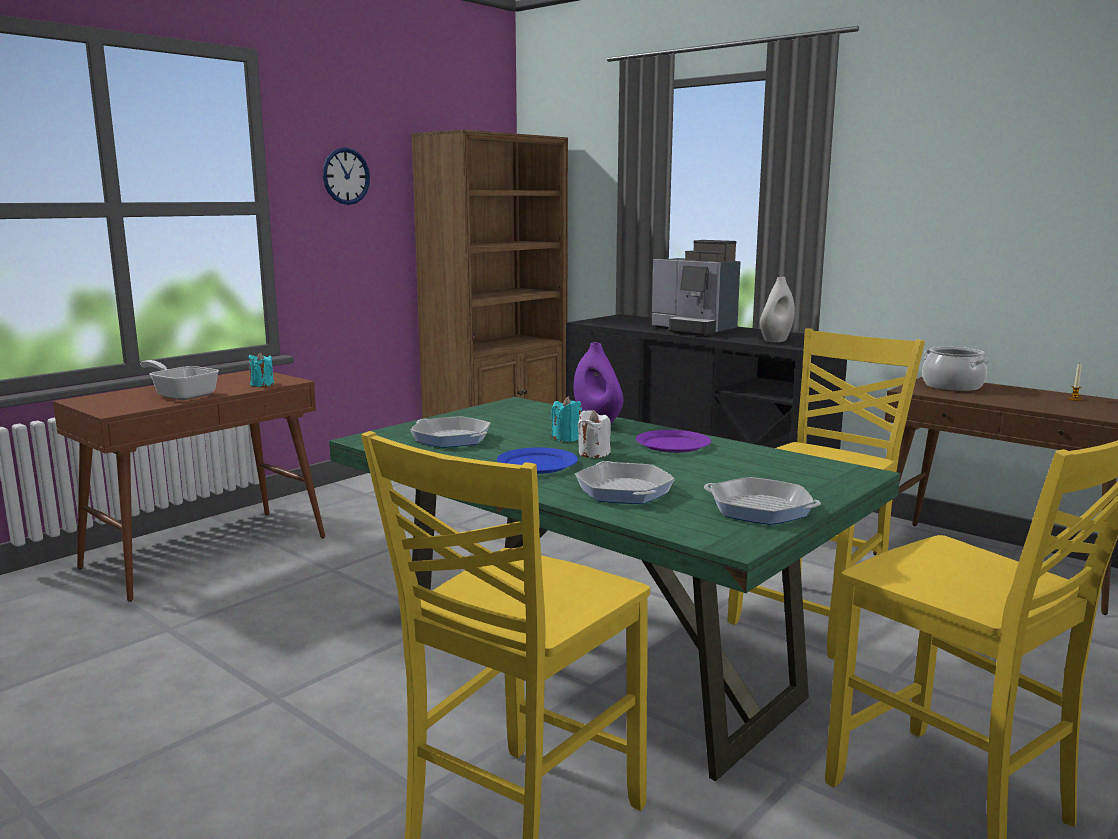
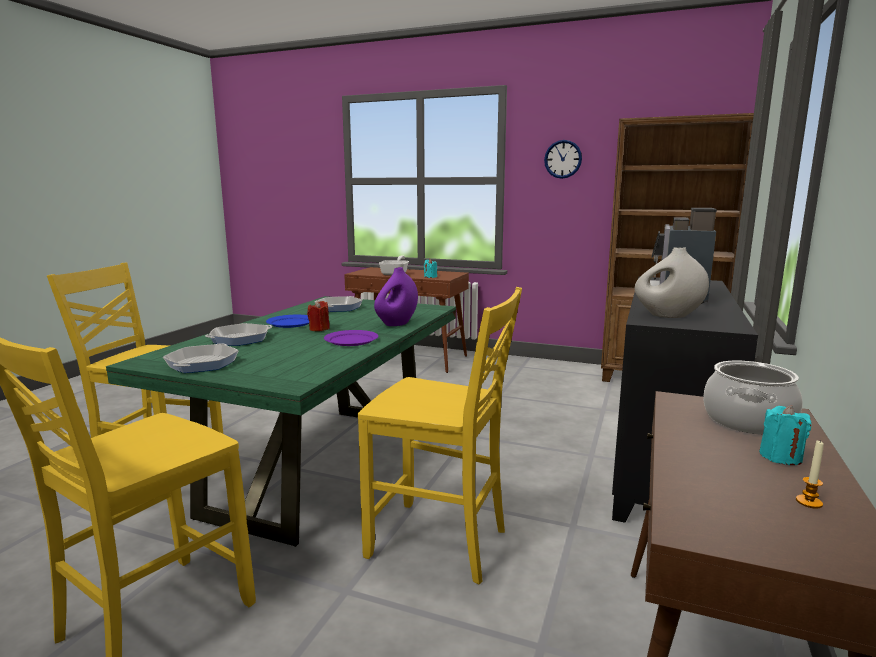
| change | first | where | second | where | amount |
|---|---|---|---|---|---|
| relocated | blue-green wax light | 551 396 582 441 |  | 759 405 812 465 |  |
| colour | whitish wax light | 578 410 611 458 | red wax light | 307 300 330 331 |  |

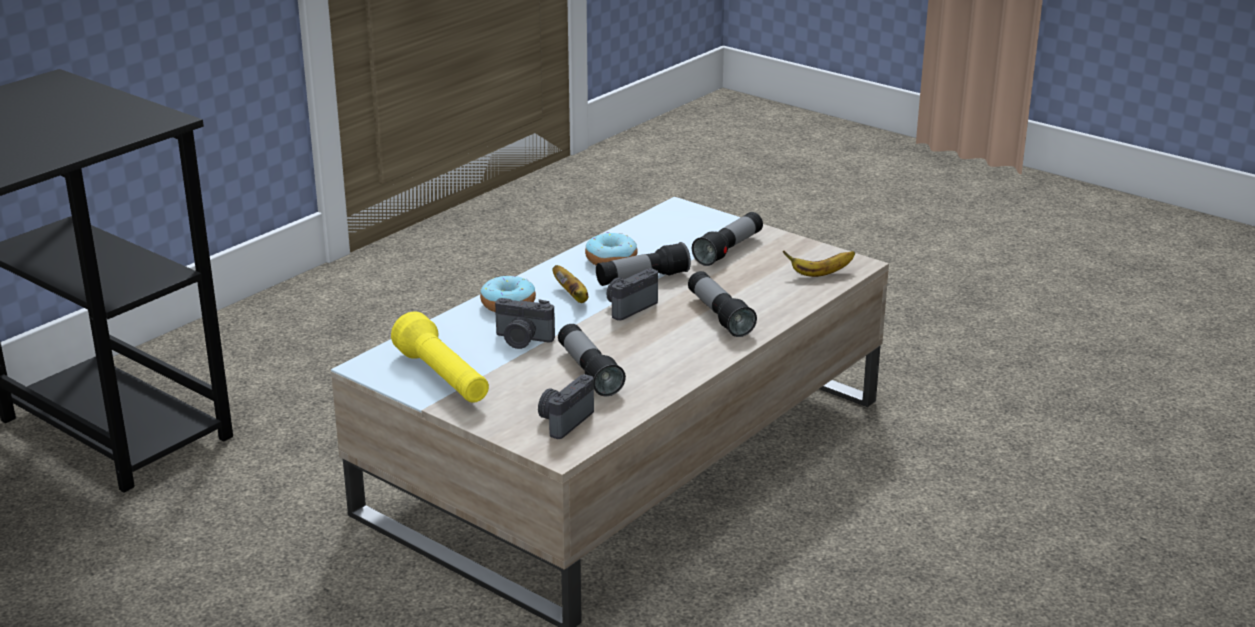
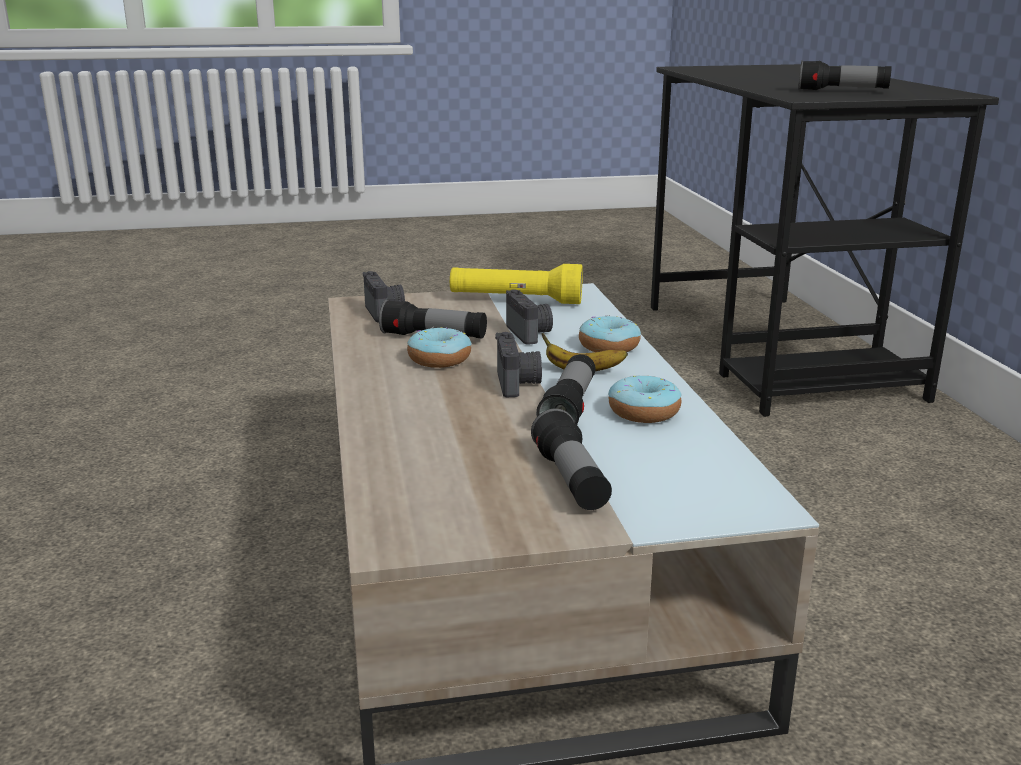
| change | first | where | second | where | amount |
|---|---|---|---|---|---|
| missing | banana fruit | 783 251 855 277 |  |  |  |
| relocated | torch | 688 271 757 337 |  | 798 60 892 90 |  |
| spun | still camera | 495 298 555 349 |  | 506 289 553 345 | 105 degrees clockwise |
| appeared |  |  | ring doughnut | 407 327 472 368 |  |

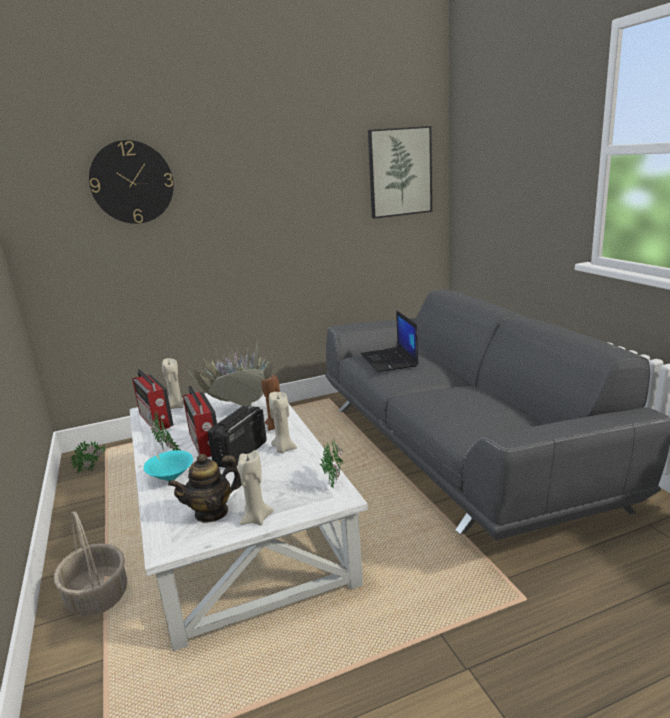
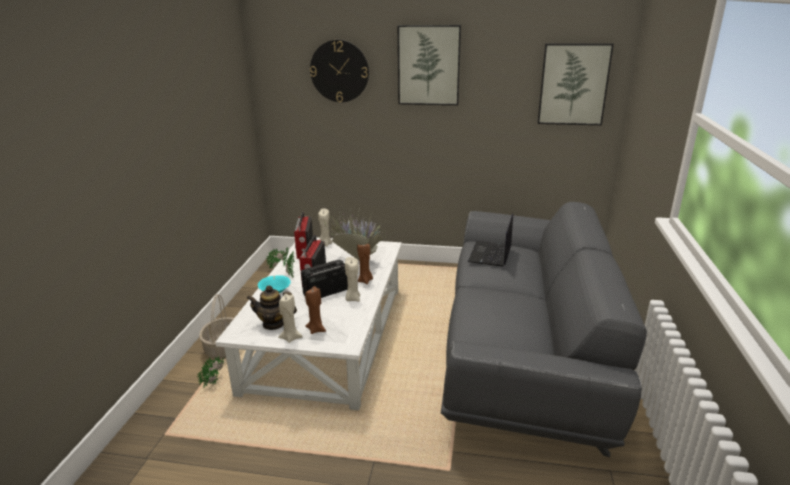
| change | first | where | second | where | amount |
|---|---|---|---|---|---|
| relocated | houseplant | 319 438 343 488 |  | 197 356 224 388 |  |
| appeared |  |  | wall picture | 398 25 461 105 |  |
| appeared |  |  | brownish wax light | 305 286 326 334 |  |

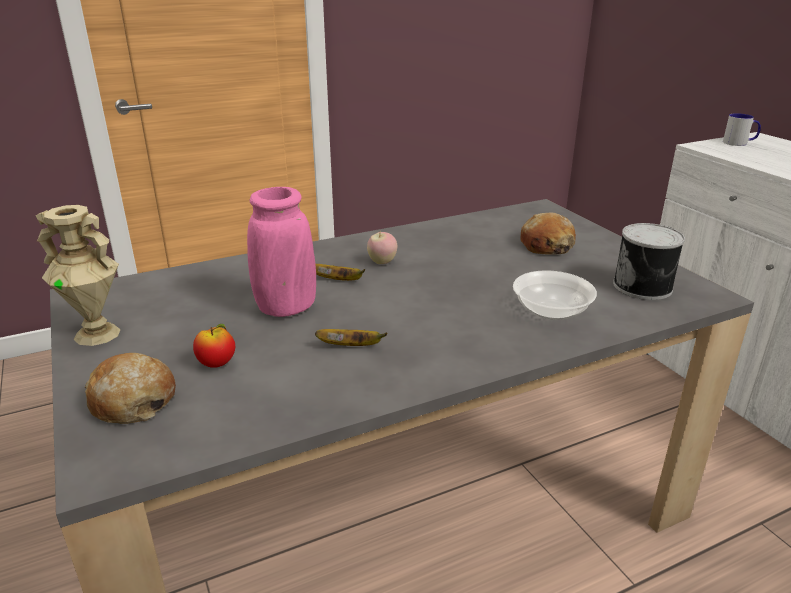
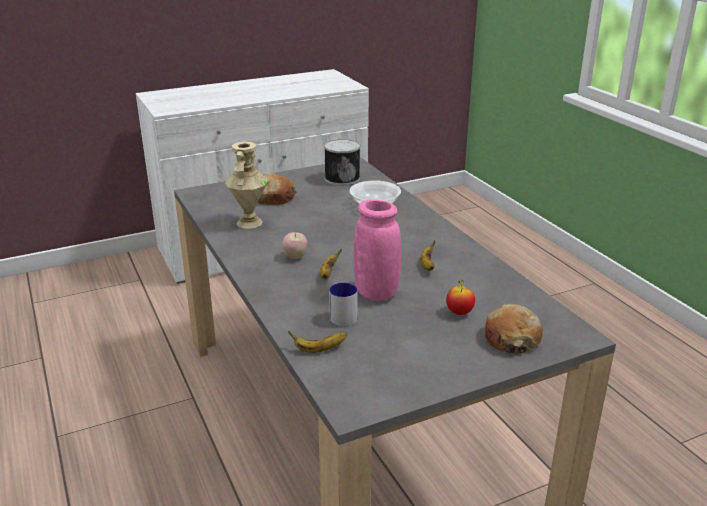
| change | first | where | second | where | amount |
|---|---|---|---|---|---|
| relocated | tea mug | 723 113 761 146 |  | 329 283 358 326 |  |
| relocated | beige vase | 36 205 121 346 |  | 225 141 268 229 |  |
| appeared |  |  | banana fruit | 288 331 347 353 |  |

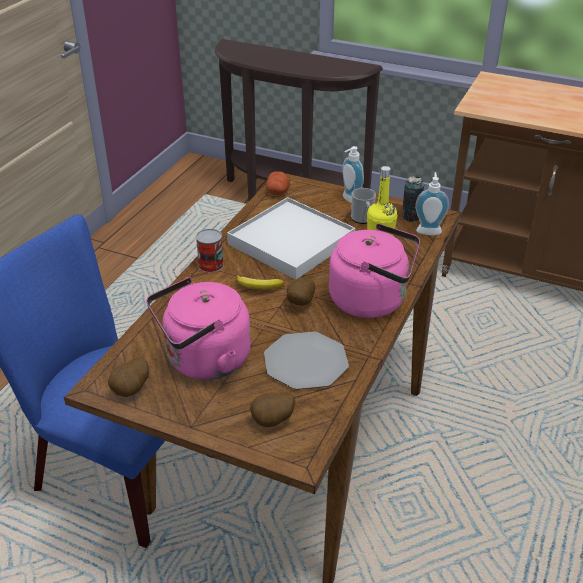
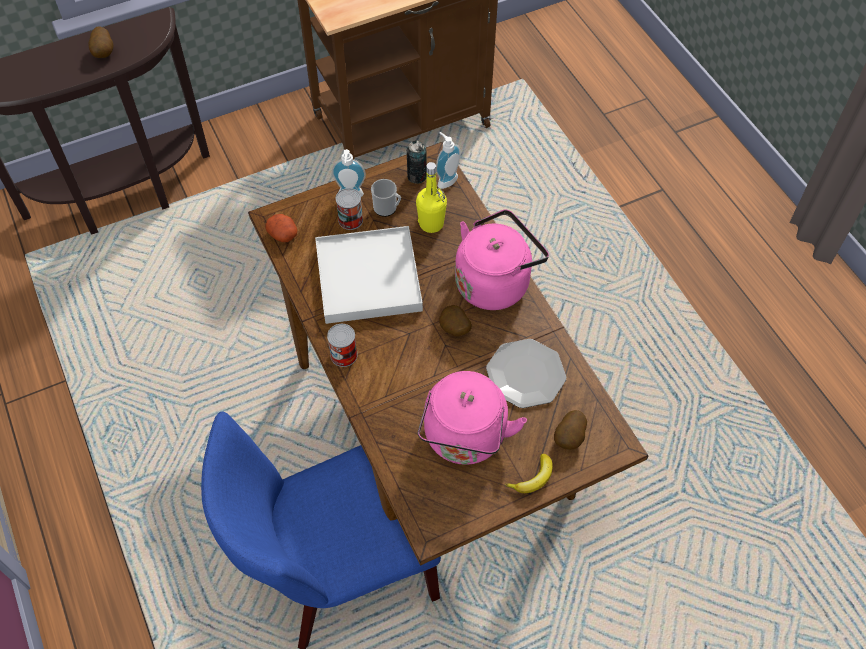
| change | first | where | second | where | amount |
|---|---|---|---|---|---|
| relocated | banana fruit | 236 275 284 289 |  | 505 454 553 493 |  |
| relocated | potato | 108 358 149 397 |  | 88 26 113 58 |  |
| appeared |  |  | can | 336 188 363 230 |  |

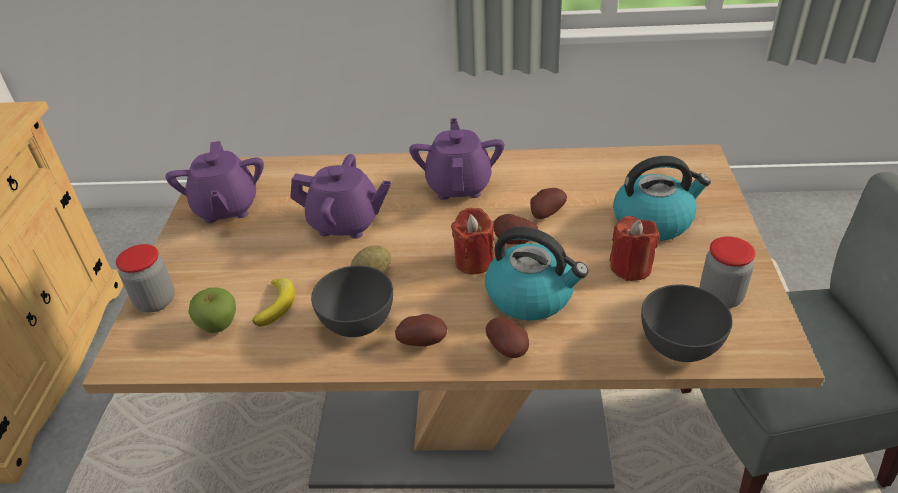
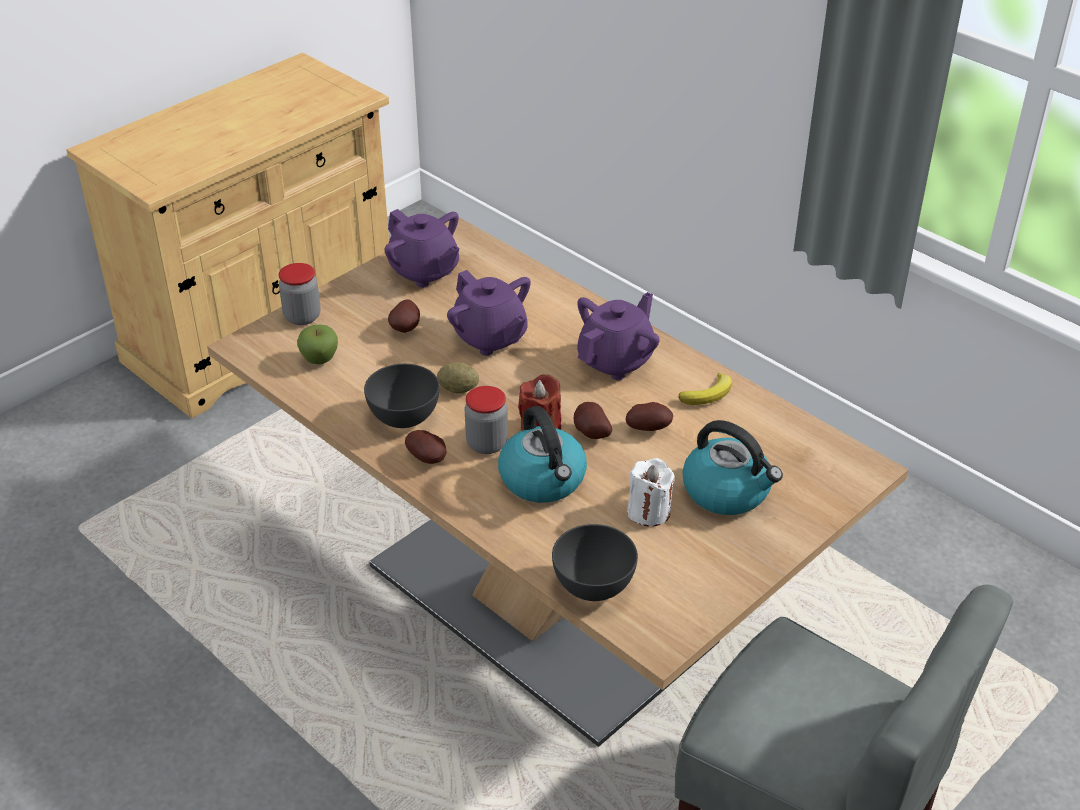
| change | first | where | second | where | amount |
|---|---|---|---|---|---|
| spun | purplish tea pot | 165 141 264 223 |  | 384 209 459 288 | 75 degrees counterclockwise |
| colour | red wax light | 610 216 660 281 | whitish wax light | 627 458 675 527 |  |
| relocated | storage jar | 700 236 756 308 |  | 465 386 508 454 |  |
| relocated | banana fruit | 252 278 295 327 |  | 679 373 732 405 |  |
| relocated | potato | 486 317 529 358 |  | 388 299 420 333 |  |

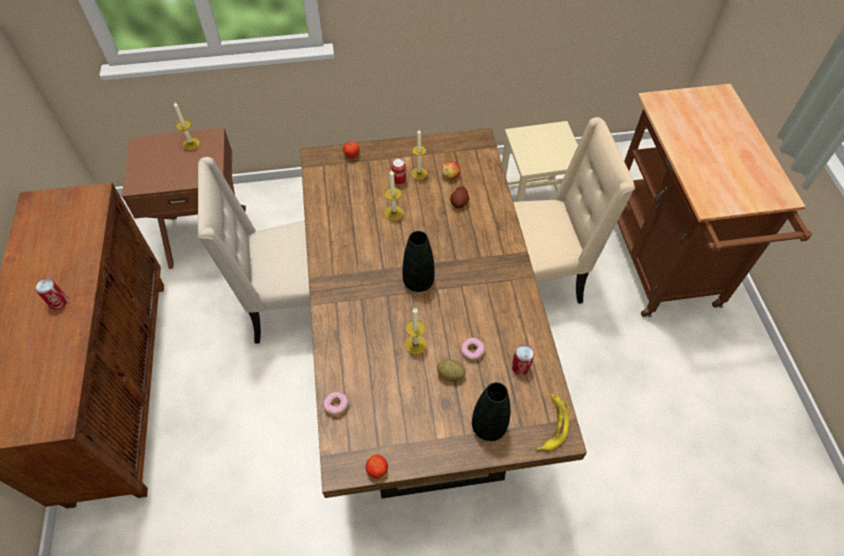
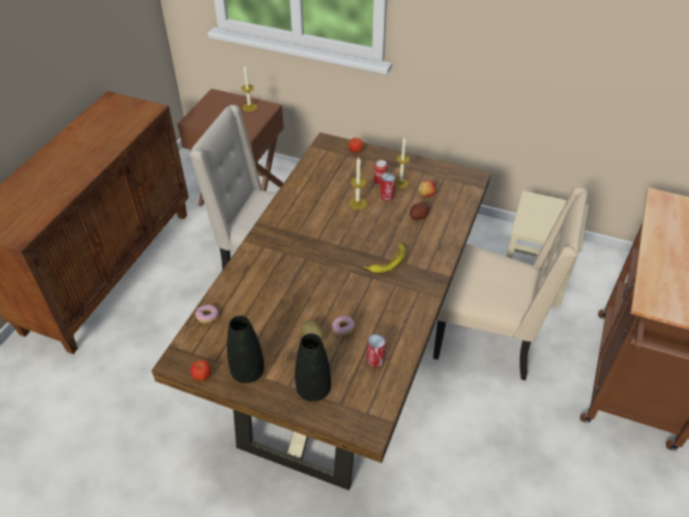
| change | first | where | second | where | amount |
|---|---|---|---|---|---|
| relocated | black vase | 402 231 435 292 |  | 227 316 264 383 |  |
| relocated | can | 35 279 68 309 |  | 380 173 396 201 |  |
| missing | wax light | 405 308 427 355 |  |  |  |
| relocated | banana fruit | 537 394 569 450 |  | 363 243 406 273 |  |

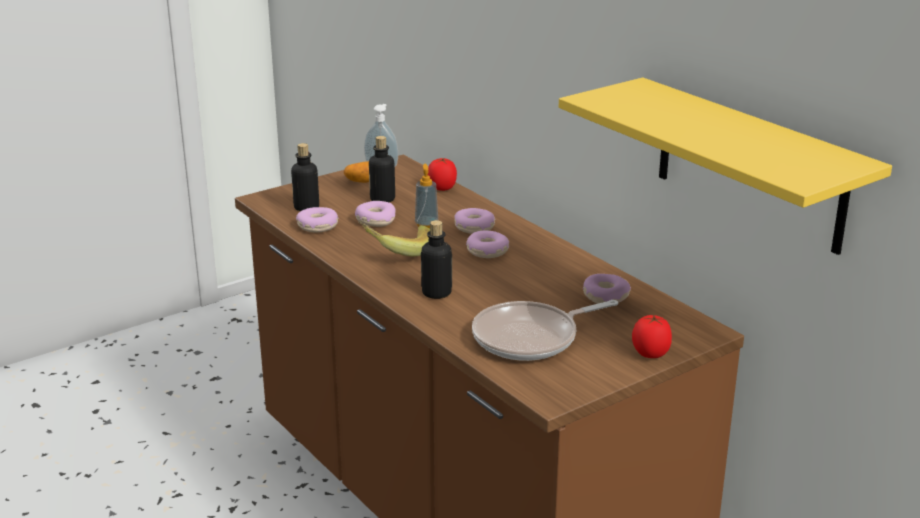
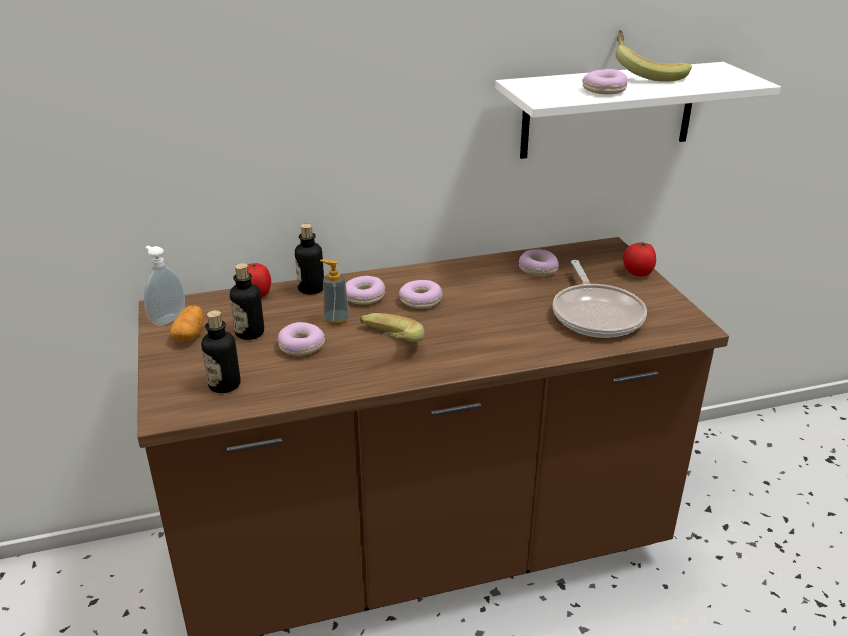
| change | first | where | second | where | amount |
|---|---|---|---|---|---|
| colour | yellow shelf | 559 77 892 255 | whitish shelf | 495 62 781 159 |  |
| relocated | ring doughnut | 296 207 339 233 |  | 582 69 628 94 |  |
| relocated | bottle | 421 220 452 299 |  | 295 224 324 295 |  |
| appeared |  |  | banana fruit | 615 30 692 82 |  |

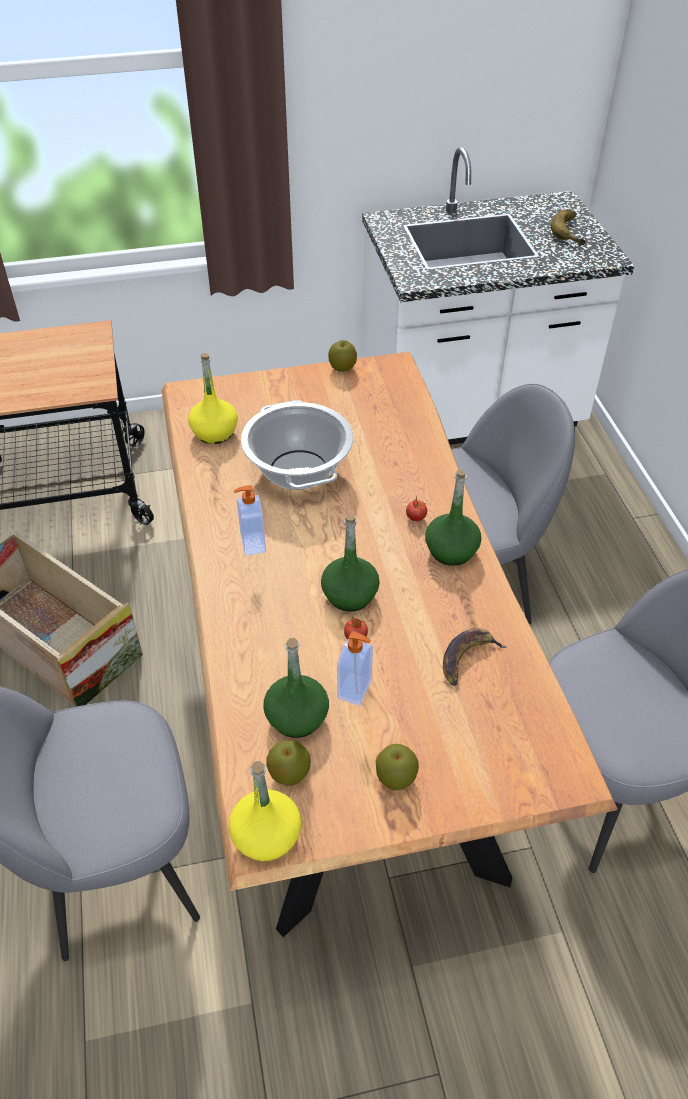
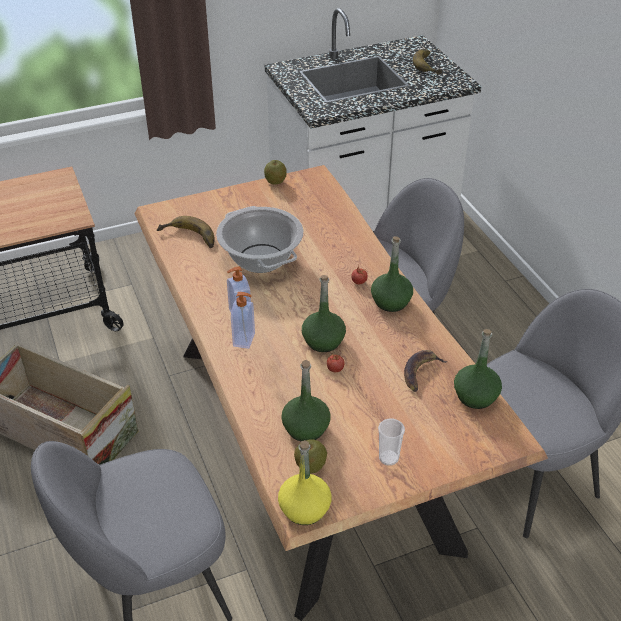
| change | first | where | second | where | amount |
|---|---|---|---|---|---|
| exchanged | yellow bottle | 188 353 238 444 | banana fruit | 157 216 215 248 |  |
| relocated | soap dispenser | 337 631 373 706 |  | 231 292 255 349 |  |
| exchanged | whole apple | 376 744 419 791 | small cup | 378 419 405 466 |  |
| appeared |  |  | greenish bottle | 454 329 502 409 |  |

